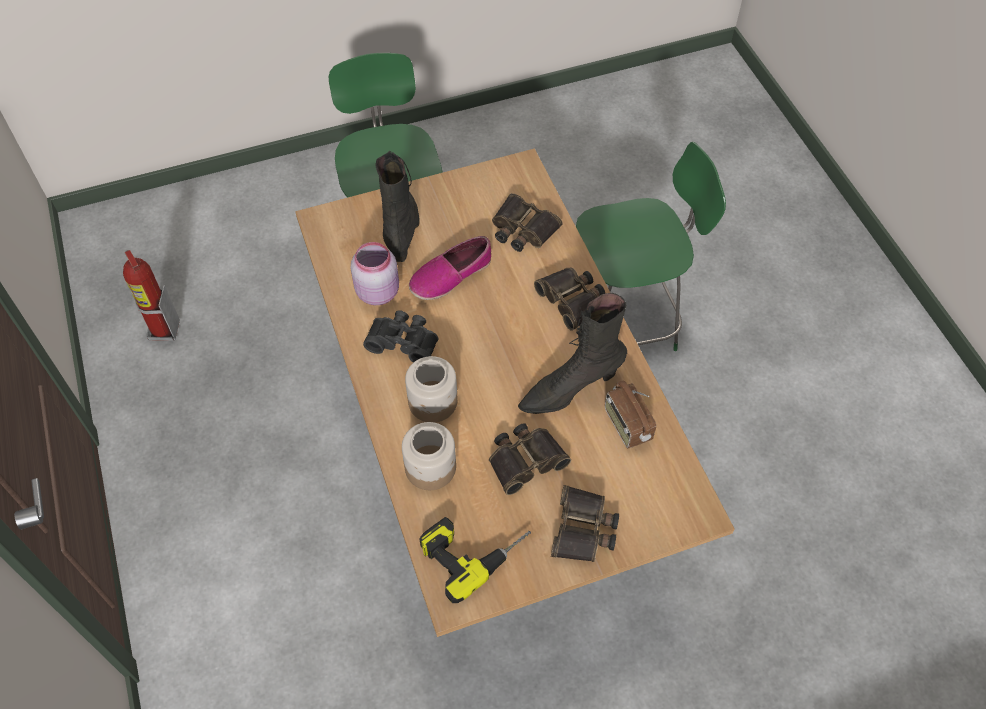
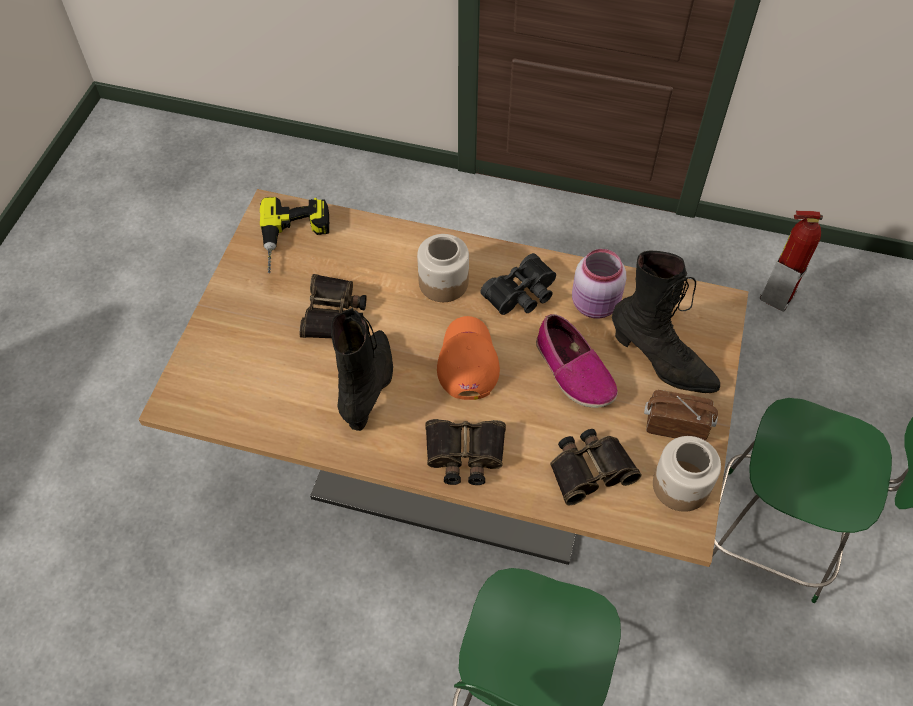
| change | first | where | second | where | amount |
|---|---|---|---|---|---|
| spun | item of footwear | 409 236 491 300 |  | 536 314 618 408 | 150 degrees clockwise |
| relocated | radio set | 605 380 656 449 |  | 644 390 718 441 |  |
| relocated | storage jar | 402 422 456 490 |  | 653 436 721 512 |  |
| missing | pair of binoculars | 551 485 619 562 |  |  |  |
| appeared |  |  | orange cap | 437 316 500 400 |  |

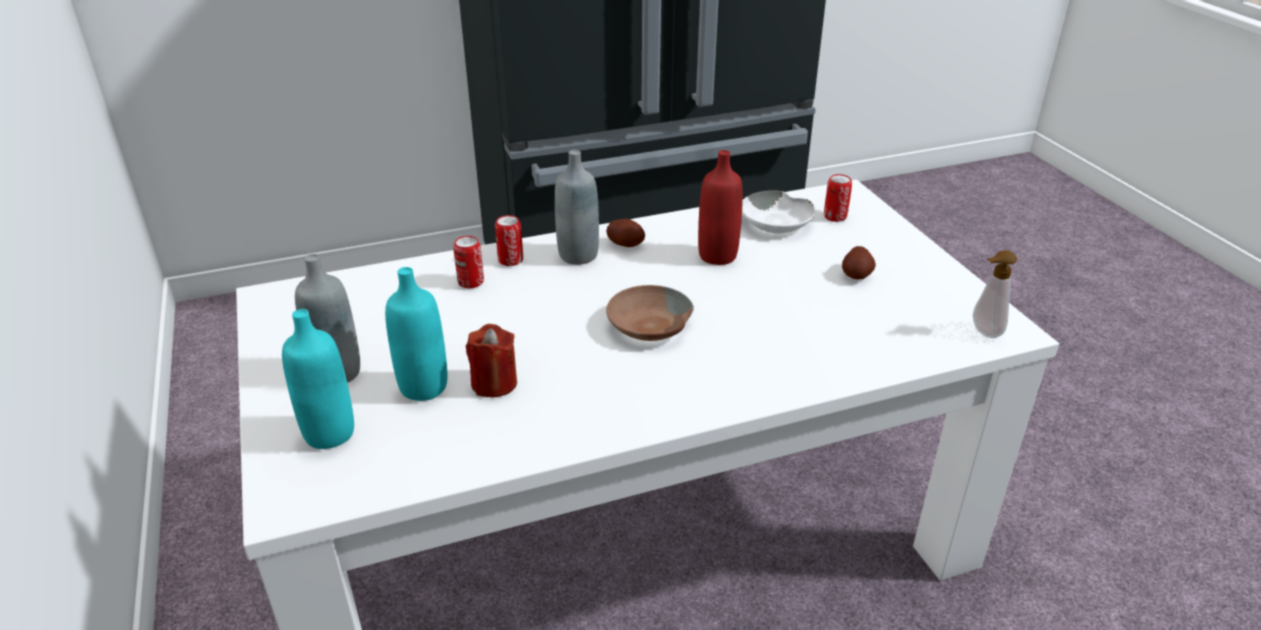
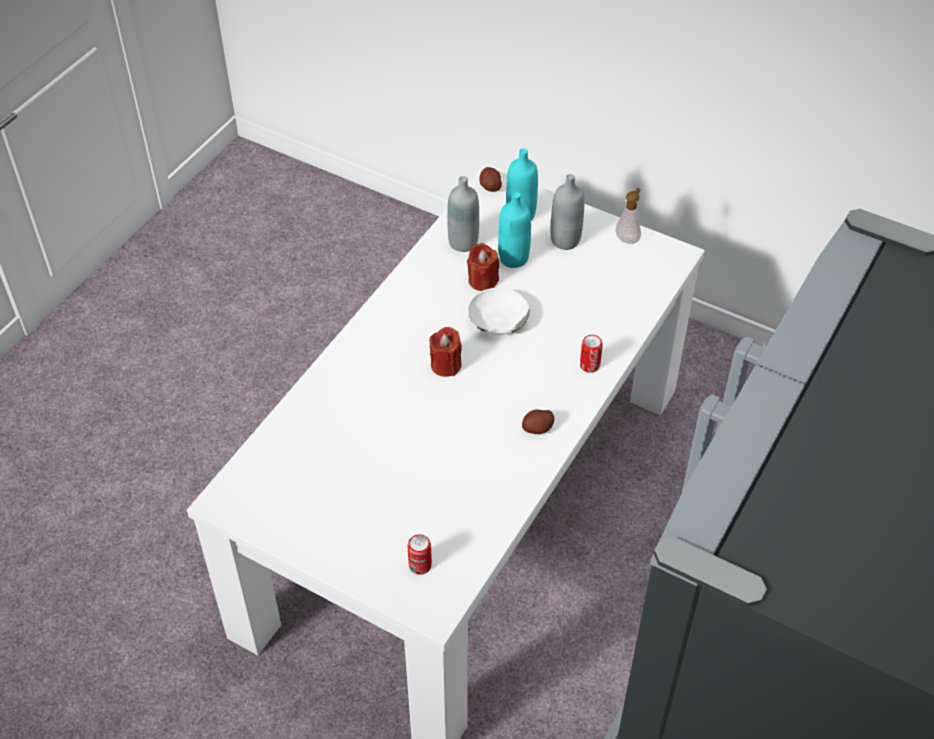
| change | first | where | second | where | amount |
|---|---|---|---|---|---|
| relocated | gray bottle | 555 150 599 265 |  | 447 176 479 252 |  |
| missing | red bottle | 698 150 743 265 |  |  |  |
| relocated | whitish bowl | 742 191 815 233 |  | 467 288 530 335 |  |
| missing | can | 453 236 484 288 |  |  |  |
| relocated | potato | 842 246 876 279 |  | 480 167 502 192 |  |
| relocated | soap dispenser | 973 250 1017 338 |  | 615 188 641 244 |  |
| exchanged | brownish bowl | 606 285 694 341 | red wax light | 429 327 462 377 |  |

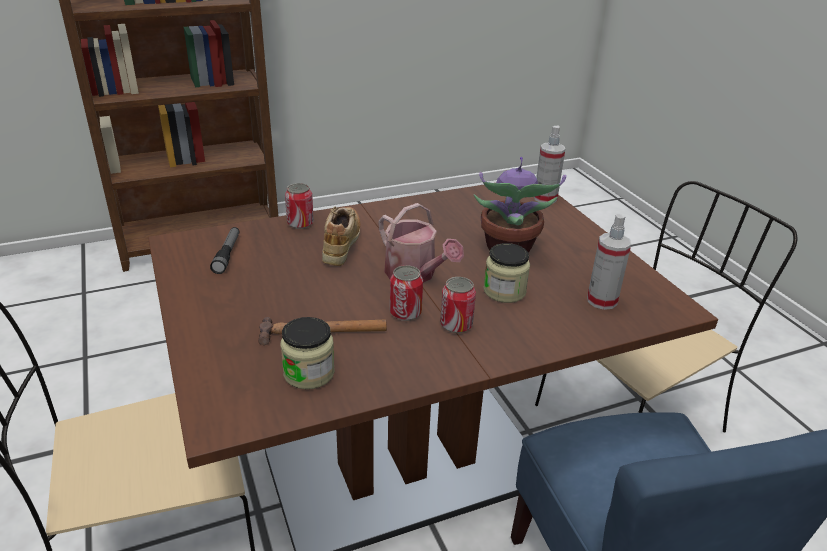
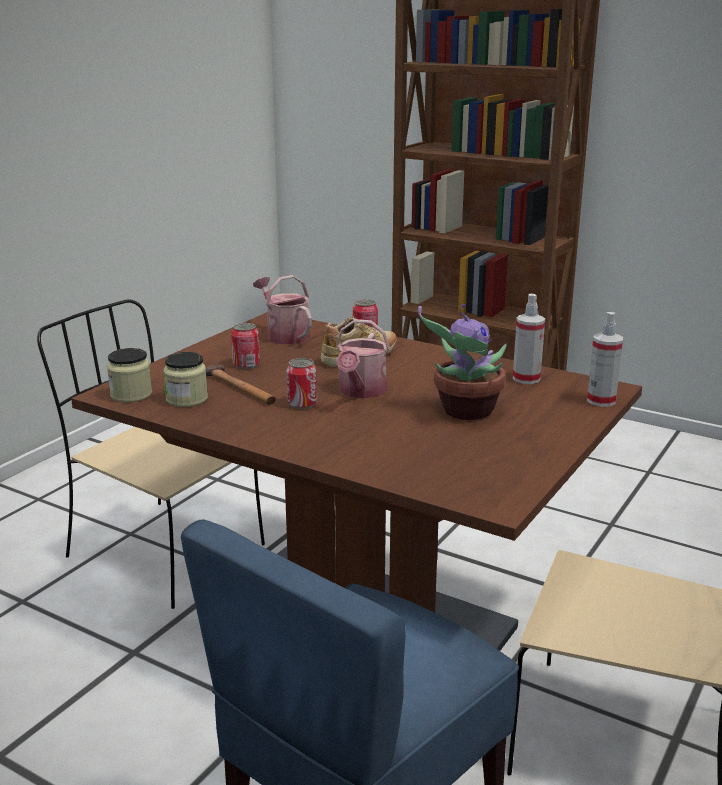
| change | first | where | second | where | amount |
|---|---|---|---|---|---|
| relocated | hand sprayer | 587 214 631 310 |  | 513 294 545 384 |  |
| exchanged | torch | 210 227 239 274 | watering pot | 253 275 312 344 |  |
| relocated | storage jar | 484 243 530 303 |  | 107 348 152 402 |  |
| relocated | can | 440 277 476 333 |  | 231 323 260 369 |  |

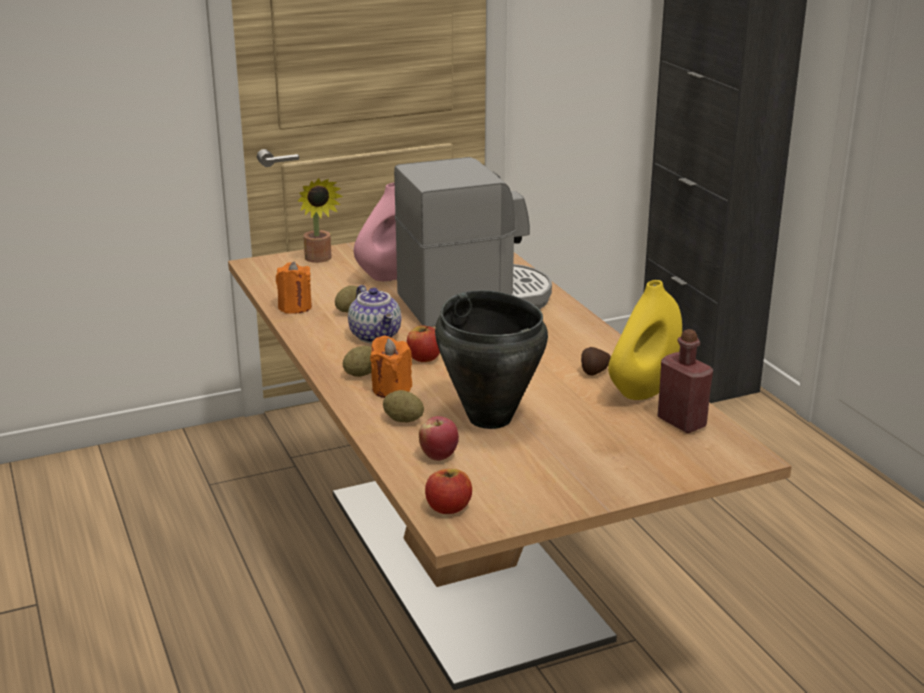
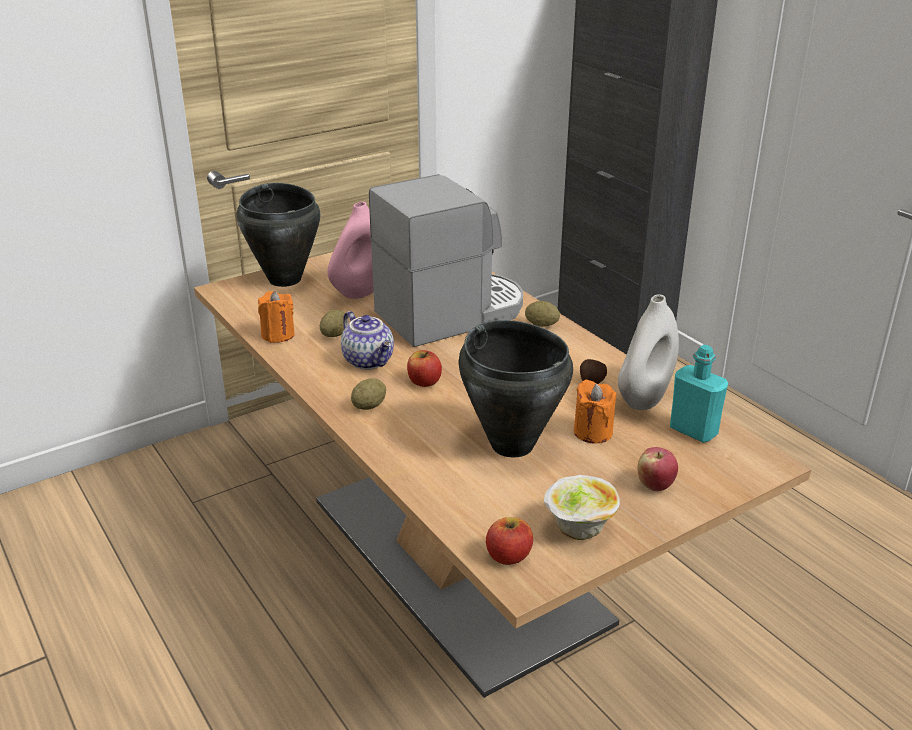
| change | first | where | second | where | amount |
|---|---|---|---|---|---|
| exchanged | houseplant | 297 178 343 263 | black saucepot | 236 183 320 287 |  |
| colour | yellow vase | 608 280 682 400 | whitish vase | 618 294 679 410 |  |
| colour | red bottle | 657 329 713 433 | blue-green bottle | 670 345 728 443 |  |
| relocated | orange wax light | 370 336 412 398 |  | 574 380 616 443 |  |
| relocated | potato | 383 390 424 422 |  | 525 301 560 327 |  |
| relocated | whole apple | 419 416 459 461 |  | 638 447 678 491 |  |
| appeared |  |  | bowl | 544 475 620 540 |  |

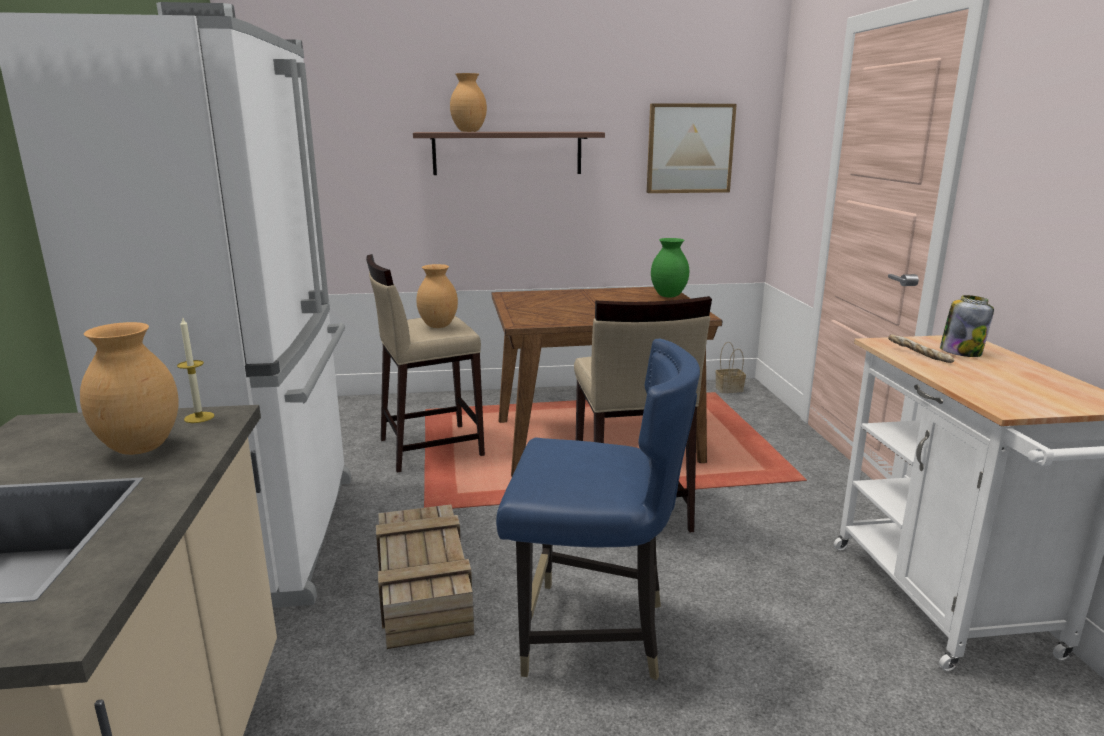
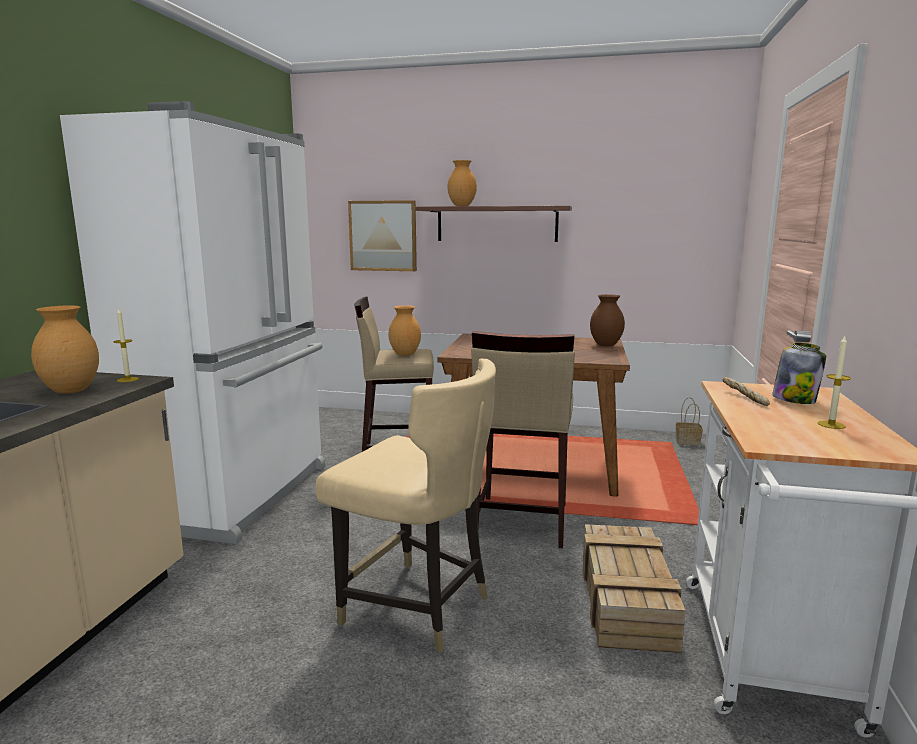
| change | first | where | second | where | amount |
|---|---|---|---|---|---|
| relocated | wall picture | 647 103 737 193 |  | 348 200 417 271 |  |
| colour | greenish vase | 651 238 689 297 | brownish vase | 590 294 625 346 |  |
| colour | bluish upright chair | 496 339 700 680 | beige upright chair | 315 359 496 653 |  |
| relocated | crate | 376 505 474 649 |  | 583 524 686 653 |  |
| appeared |  |  | wax light | 817 336 851 429 |  |

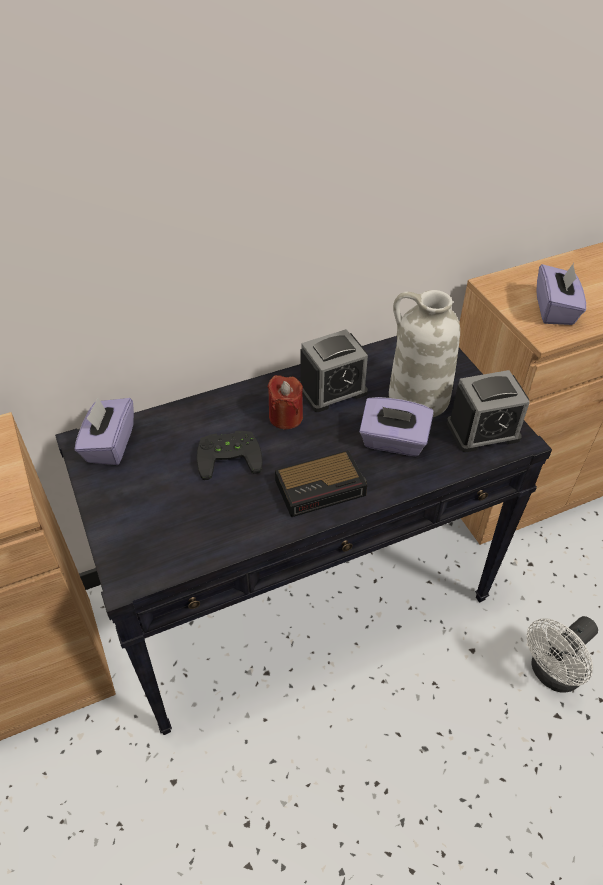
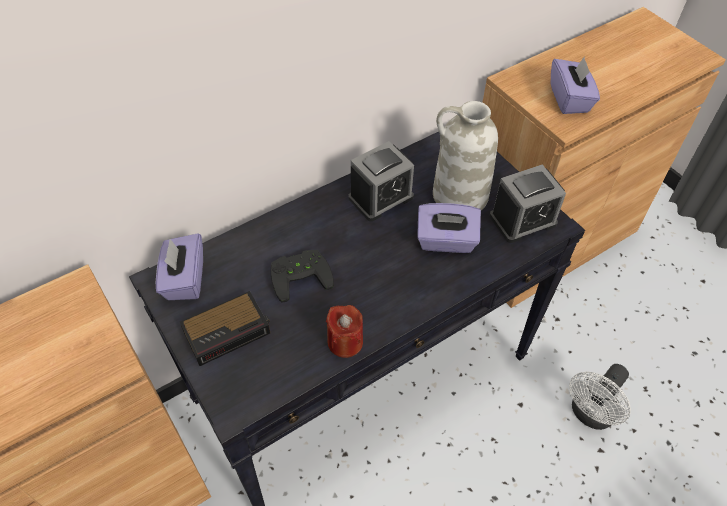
| change | first | where | second | where | amount |
|---|---|---|---|---|---|
| relocated | red wax light | 267 375 303 429 |  | 326 305 363 358 |  |
| relocated | table clock | 275 450 367 517 |  | 180 291 270 366 |  |

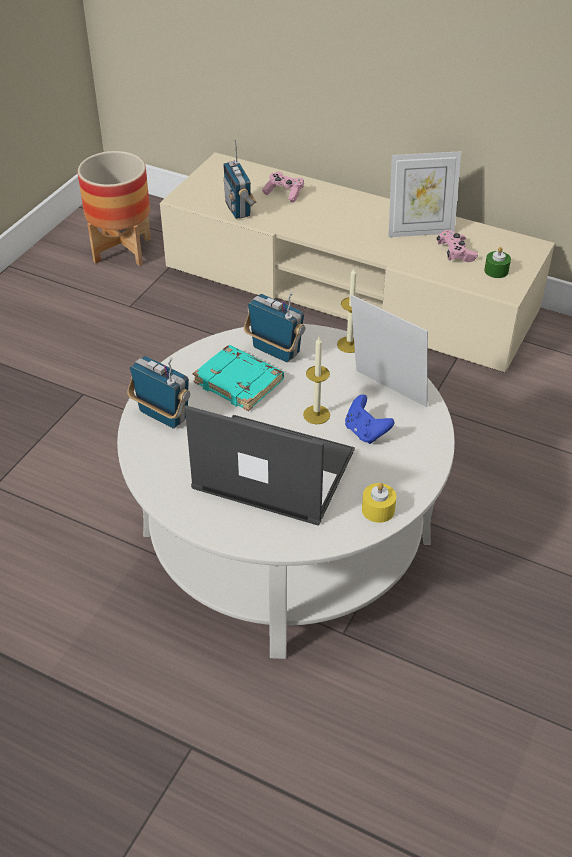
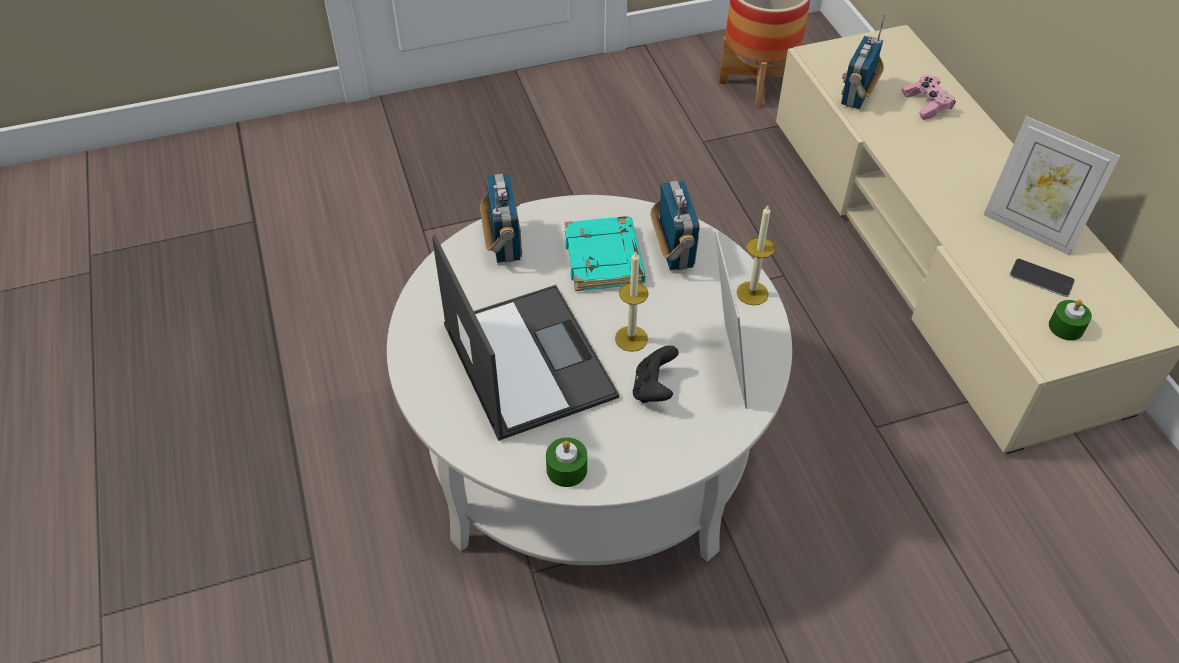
| change | first | where | second | where | amount |
|---|---|---|---|---|---|
| exchanged | pink-coloured gamepad | 437 230 478 262 | telephone | 1010 259 1075 297 |  |
| colour | bluish gamepad | 345 395 394 444 | black gamepad | 633 346 679 403 |  |
| colour | yellow wax light | 362 483 396 523 | greenish wax light | 546 437 587 487 |  |

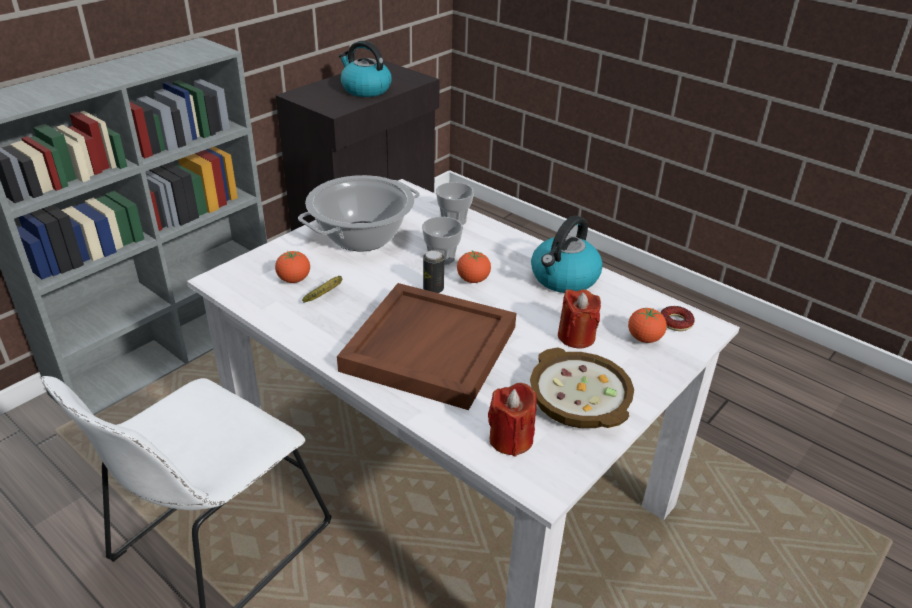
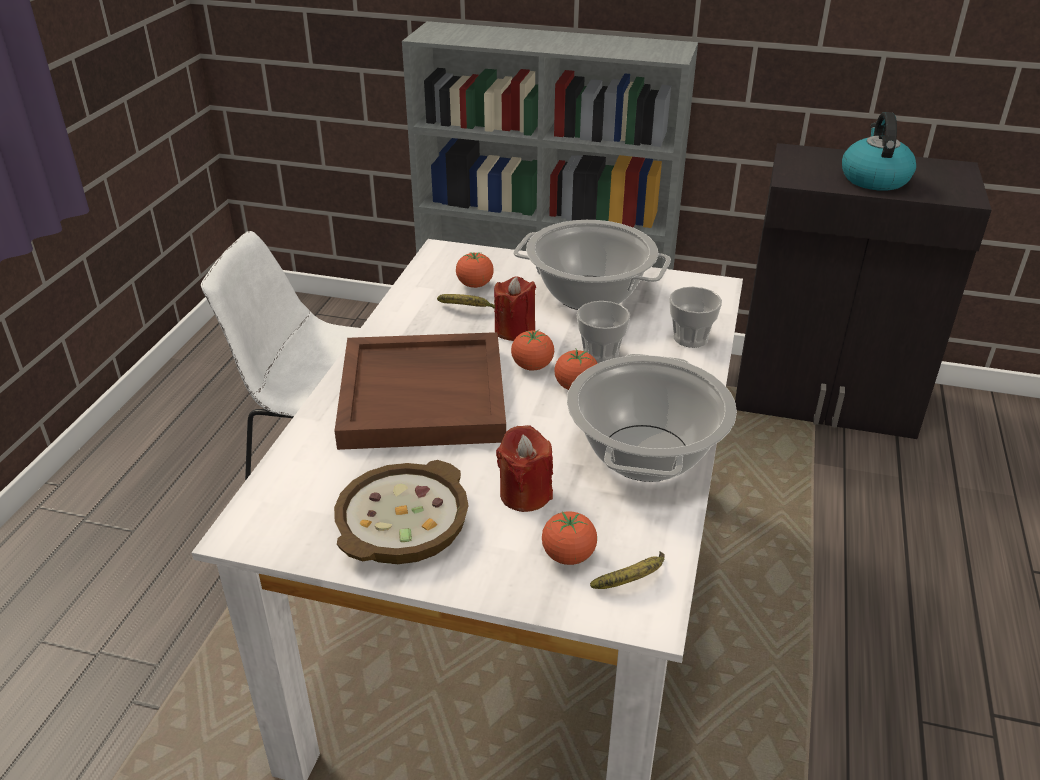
| change | first | where | second | where | amount |
|---|---|---|---|---|---|
| exchanged | kettle | 531 216 603 293 | saucepot | 567 354 737 482 |  |
| exchanged | can | 423 250 444 293 | tomato | 511 329 554 371 |  |
| exchanged | ring doughnut | 661 306 695 331 | banana fruit | 590 551 665 589 |  |
| relocated | red wax light | 488 383 537 457 |  | 494 277 536 341 |  |

